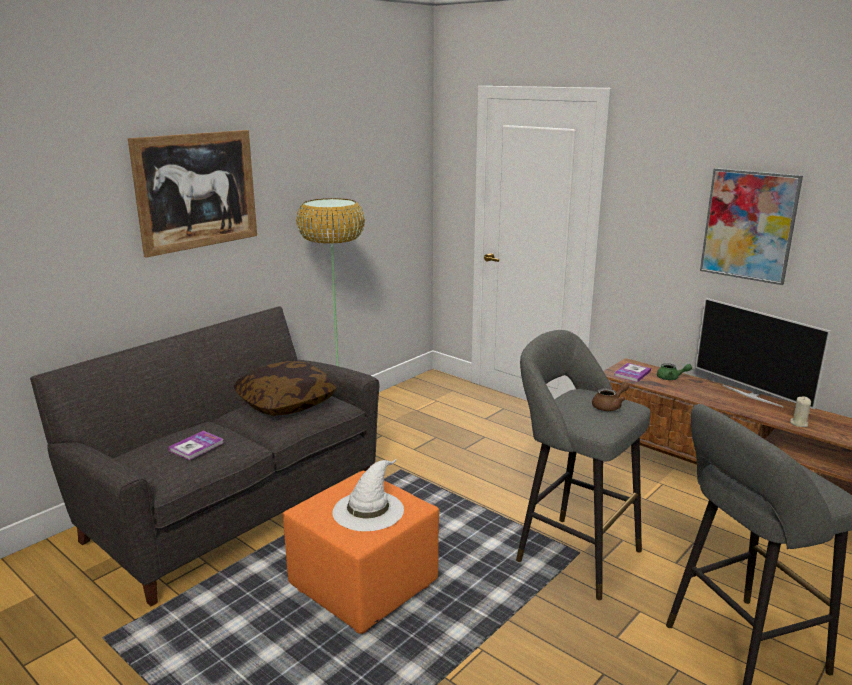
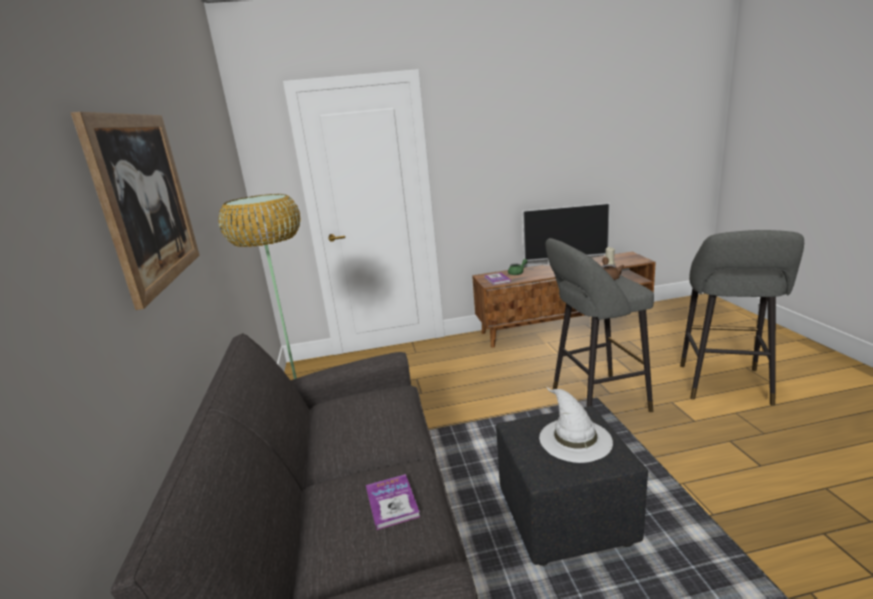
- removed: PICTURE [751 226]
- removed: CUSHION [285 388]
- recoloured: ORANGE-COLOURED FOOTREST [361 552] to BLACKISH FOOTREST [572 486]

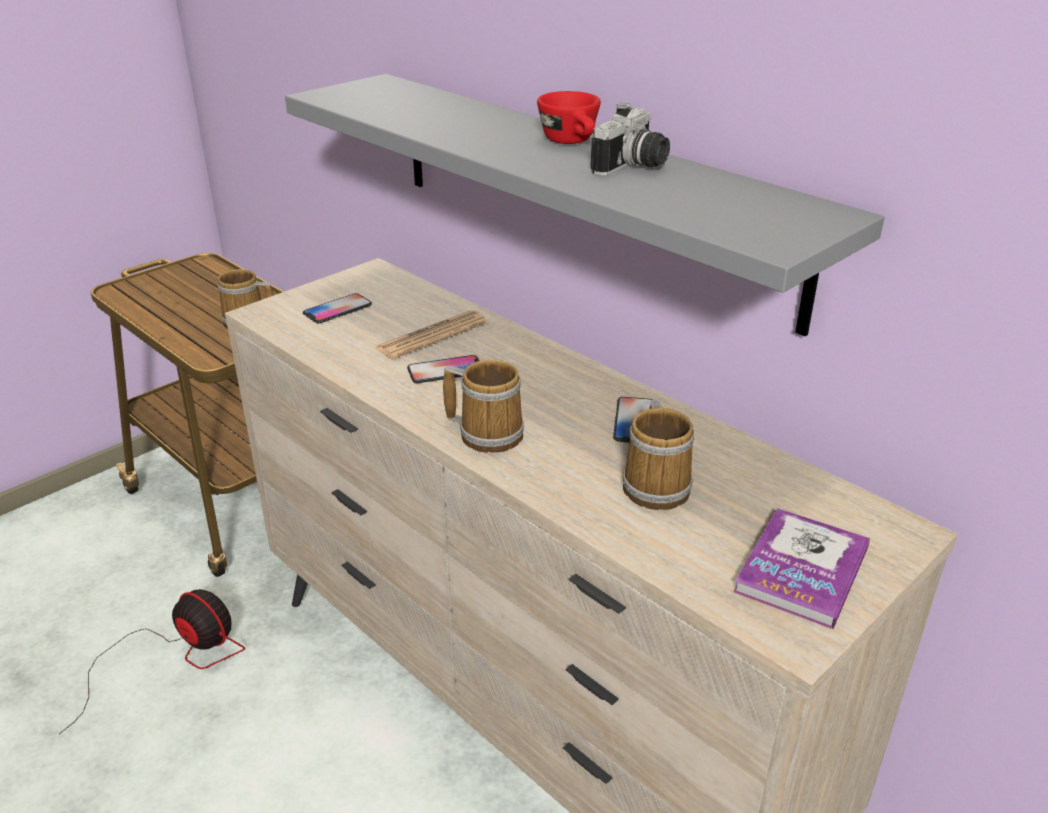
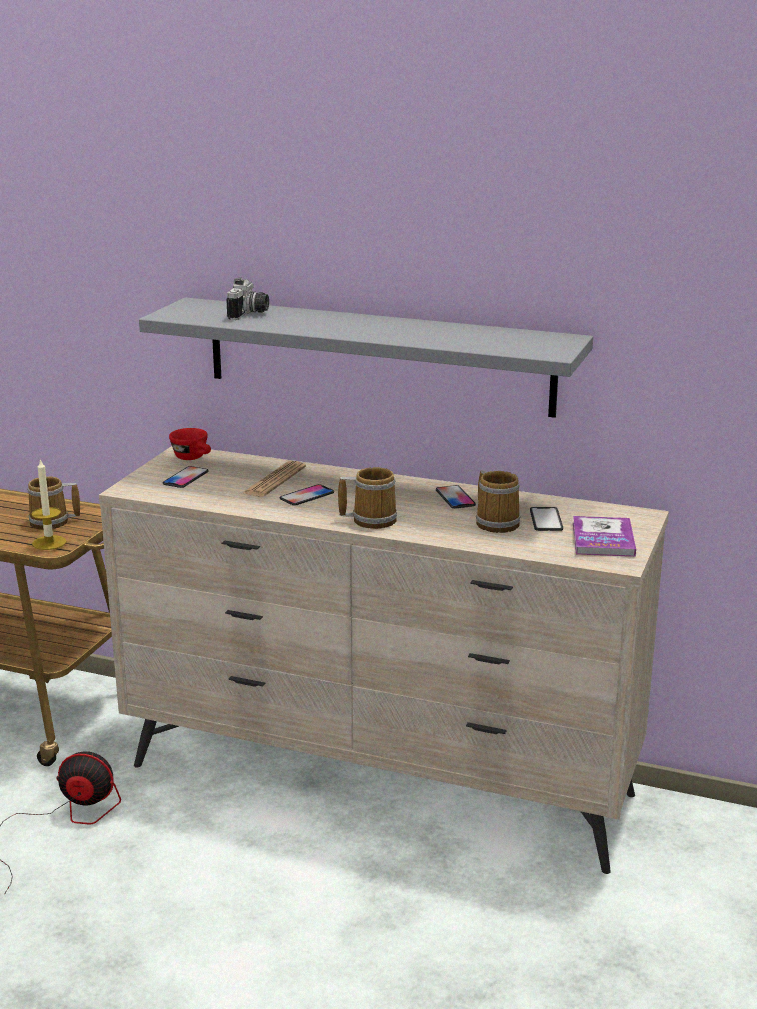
- moved: RED-COLOURED DRINKING CUP [569 117] to [190 444]
- moved: STILL CAMERA [630 139] to [247 299]
- added: WAX CANDLE [49 504]
- added: HANDSET [546 519]

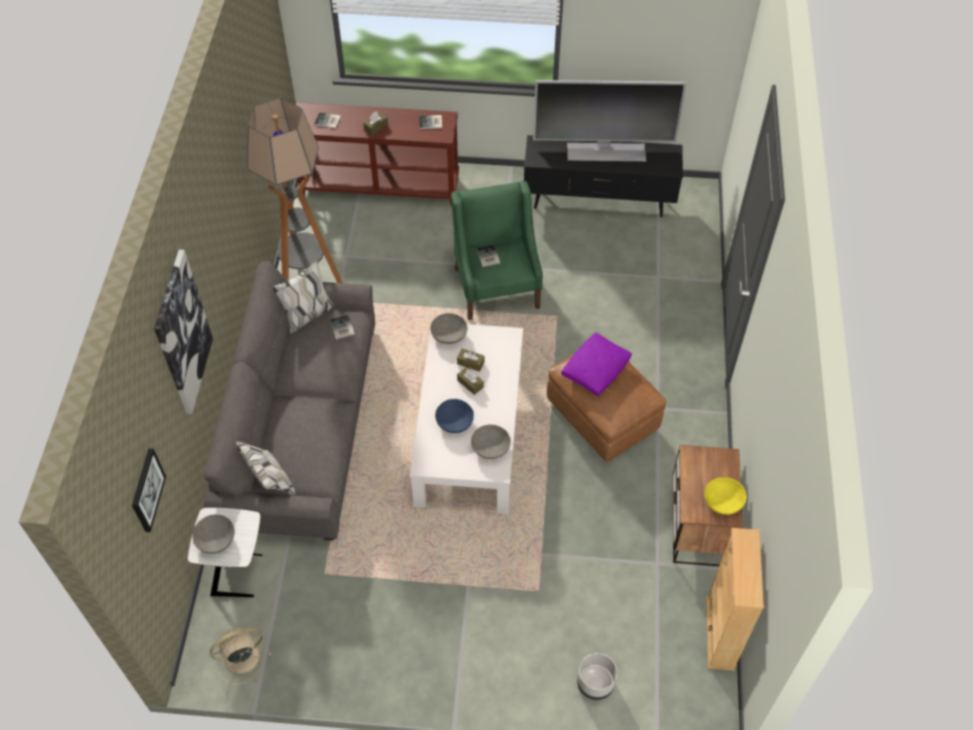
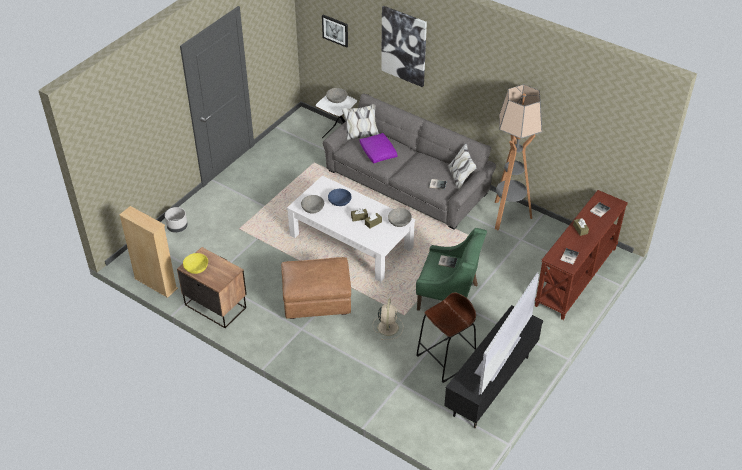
- moved: PURPLE-COLOURED CUSHION [596 364] to [378 148]
- moved: BEIGE ELECTRIC FAN [240 656] to [388 319]
- added: BROWNISH SITTING STOOL [446 337]

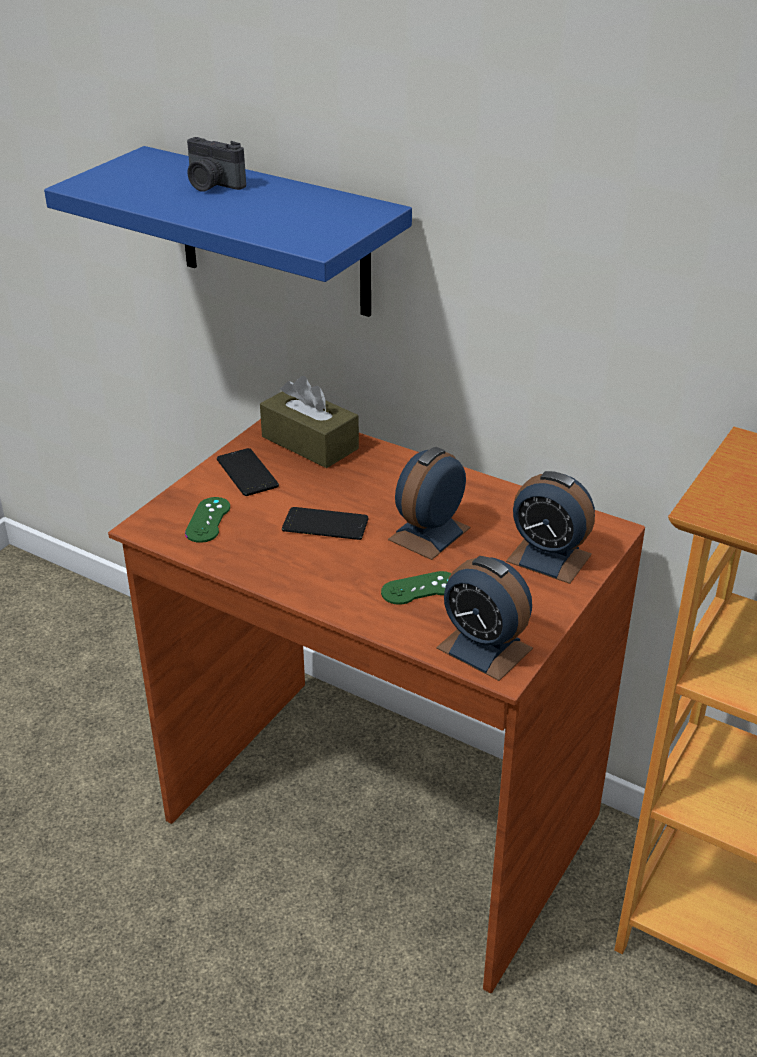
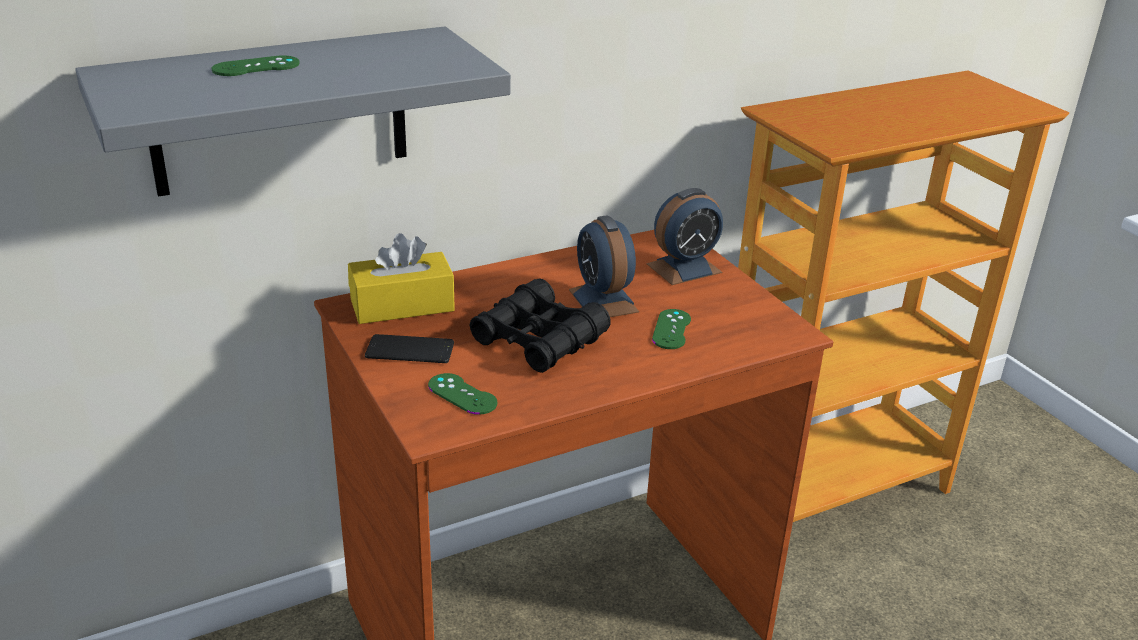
- replaced: STILL CAMERA [216 164] to GREEN JOYPAD [256 65]
- recoloured: BLUE SHELF [228 231] to GREYISH SHELF [293 111]
- recoloured: BROWNISH TISSUE BOX [309 422] to YELLOW TISSUE BOX [401 278]
- replaced: HANDSET [325 523] to BLACKISH PAIR OF BINOCULARS [539 325]
- removed: ALARM CLOCK [484 618]

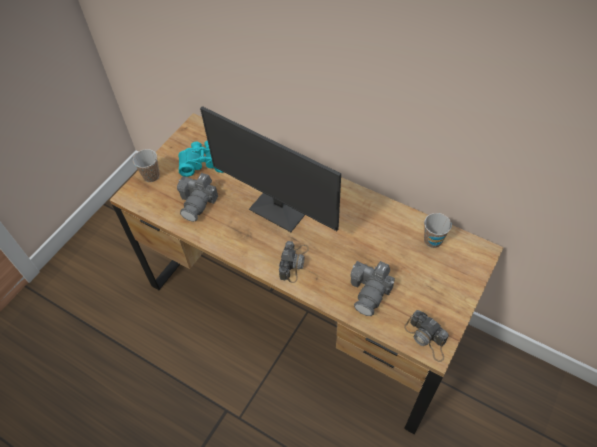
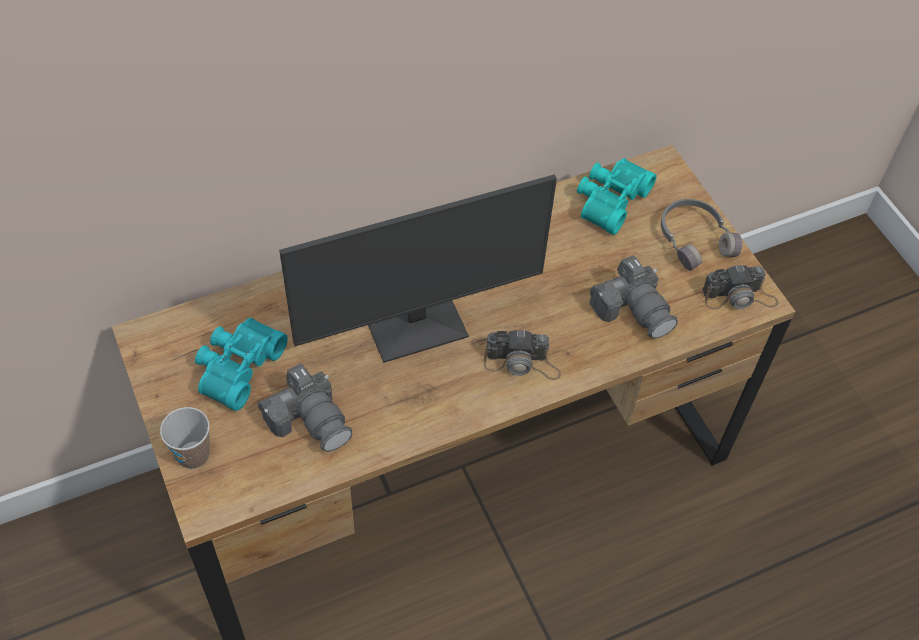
- replaced: DRINKING CUP [438 230] to TURQUOISE PAIR OF BINOCULARS [617 196]
- turned: STILL CAMERA [294 262] = [522 354] 135 degrees clockwise
- added: GREYISH HEADSET [701 235]

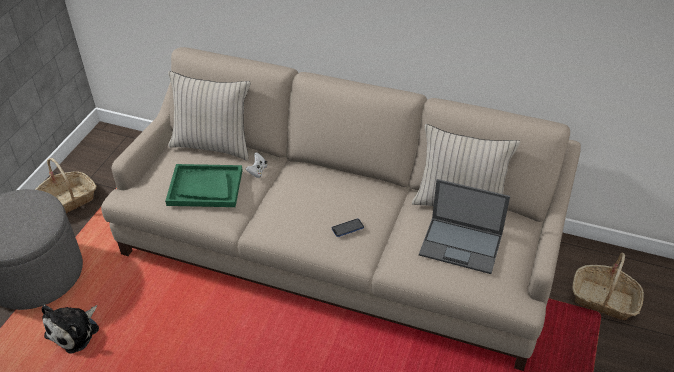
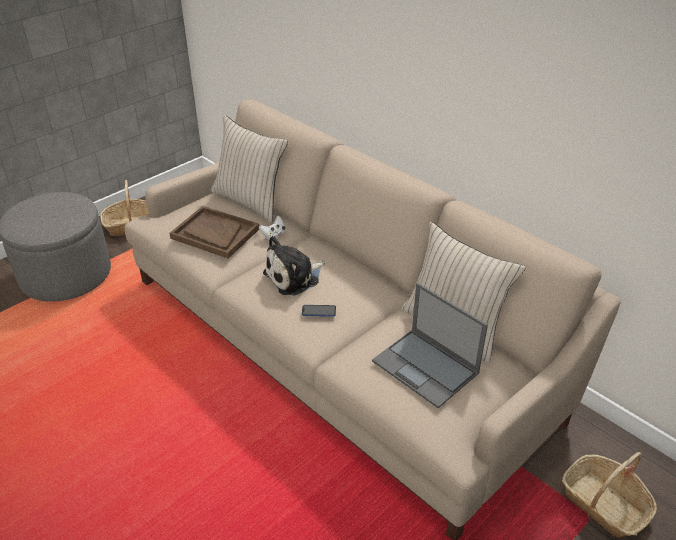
- recoloured: GREEN SERVING TRAY [204 185] to BROWNISH SERVING TRAY [214 232]
- moved: CUDDLY TOY [70 329] to [294 265]

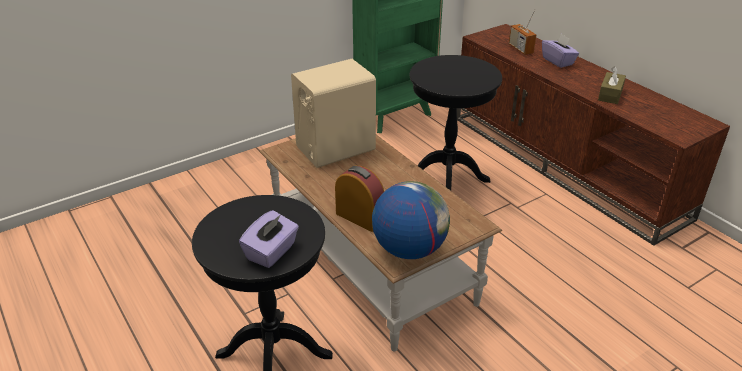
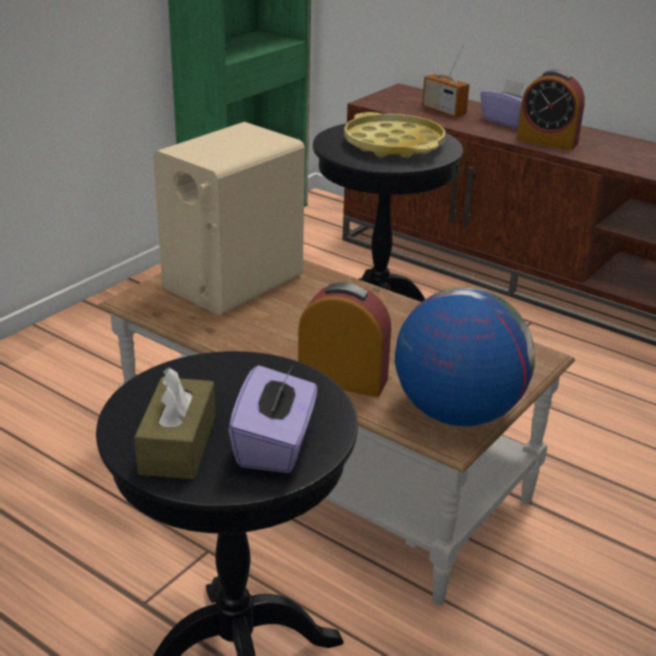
- moved: BROWNISH TISSUE BOX [612 85] to [175 423]
- added: ALARM CLOCK [551 109]
- added: YELLOW SERVING TRAY [394 135]

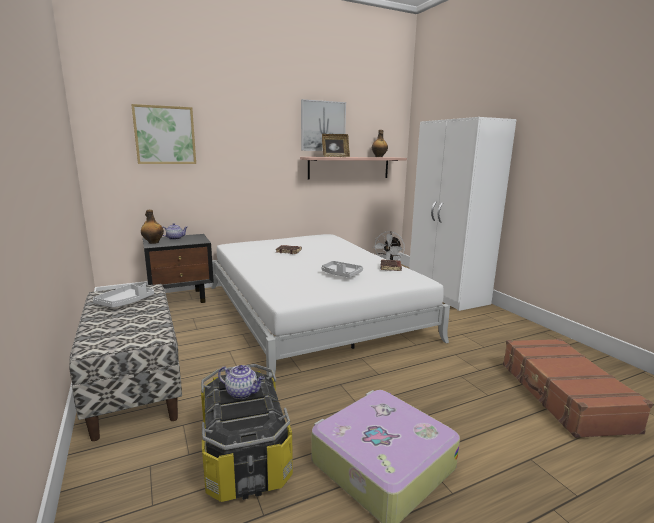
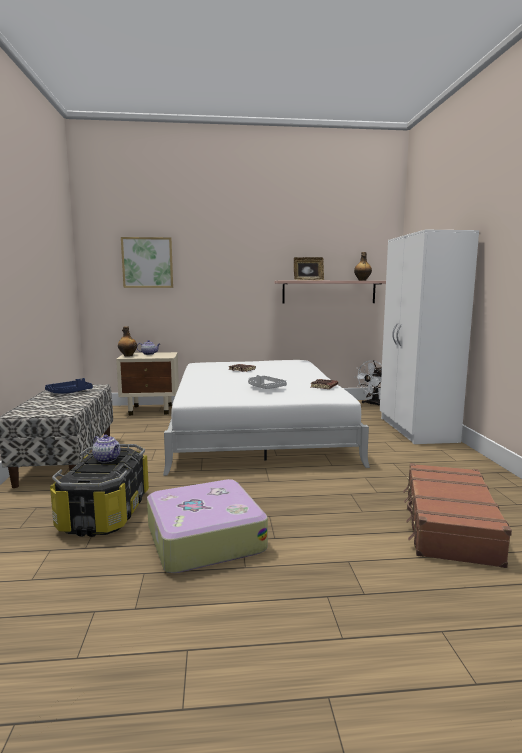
- removed: PICTURE [323 125]
- recoloured: BLACKISH NIGHT TABLE [178 268] to BEIGE NIGHT TABLE [147 383]
- recoloured: GREYISH SERVING TRAY [123 295] to BLUE SERVING TRAY [69 386]

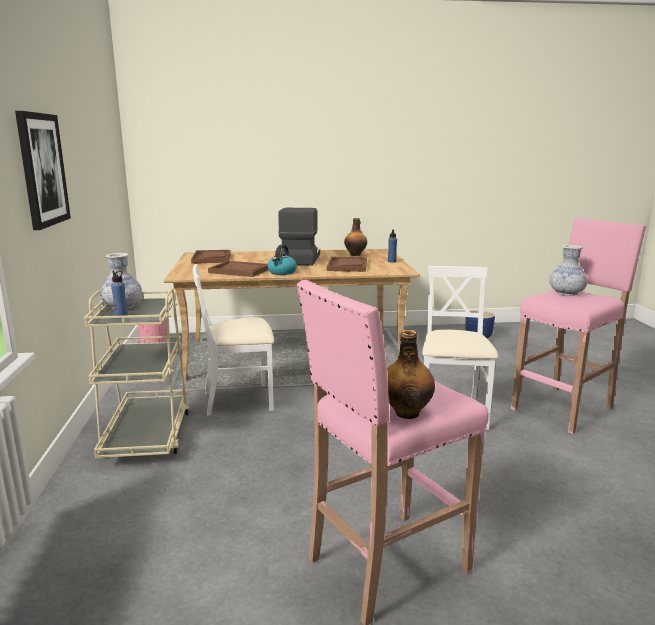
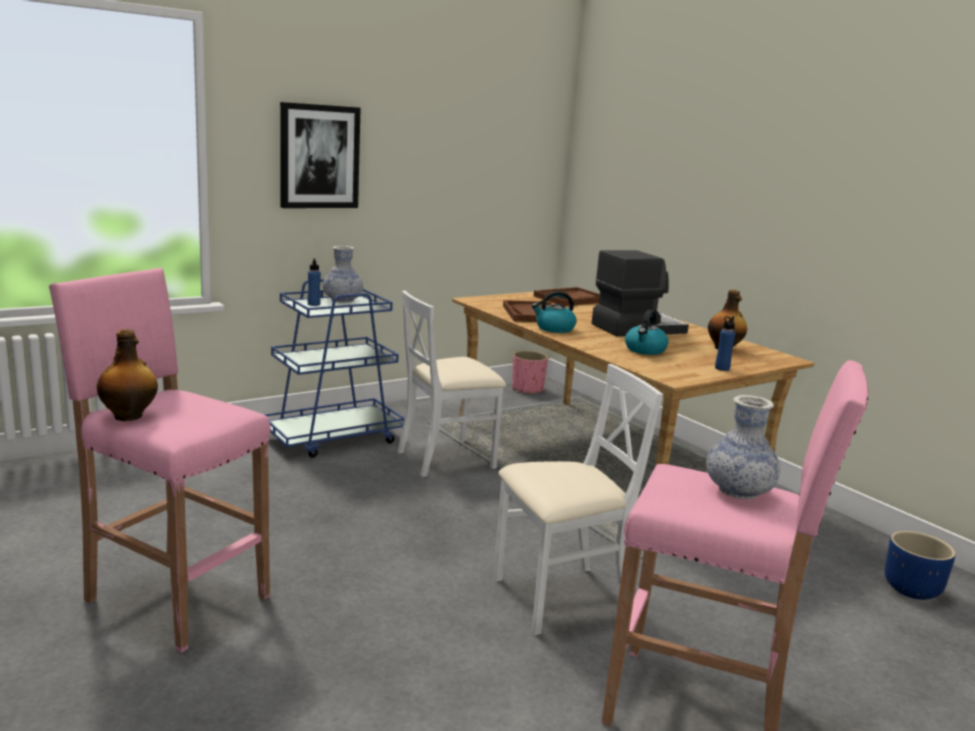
- replaced: BROWNISH SERVING TRAY [347 264] to TEA KETTLE [647 332]
- turned: WHITE CHAIR [233 340] = [452 383] 75 degrees counterclockwise
- recoloured: BEIGE WHEELED CART [137 373] to BLUE WHEELED CART [333 368]

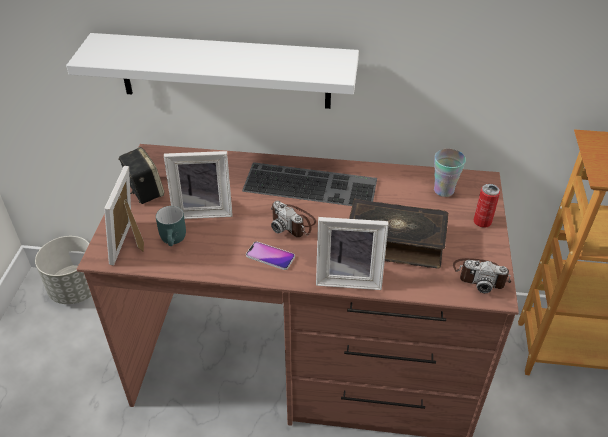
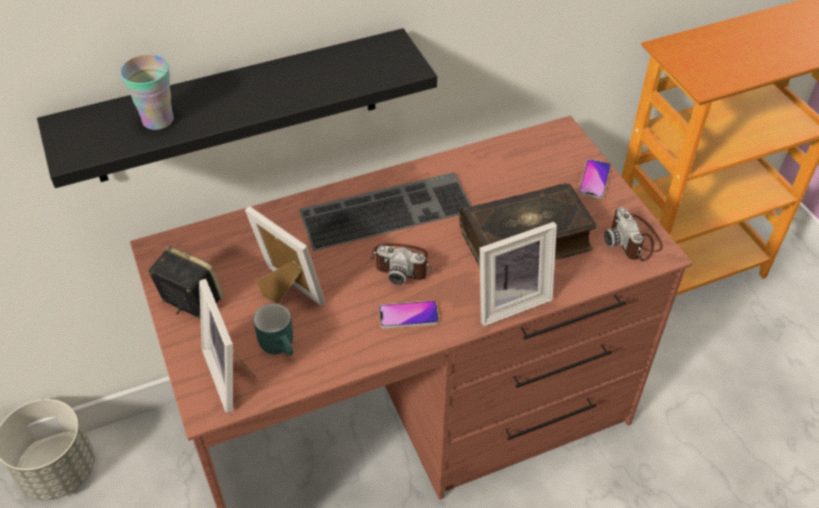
- recoloured: WHITE SHELF [212 71] to BLACKISH SHELF [237 108]
- moved: DRINKING CUP [450 173] to [147 92]
- turned: STANDING FRAME [198 185] = [285 256] 105 degrees counterclockwise
- replaced: SEALED CAN [487 206] to HANDSET [594 179]
- turned: STILL CAMERA [482 275] = [633 234] 90 degrees clockwise

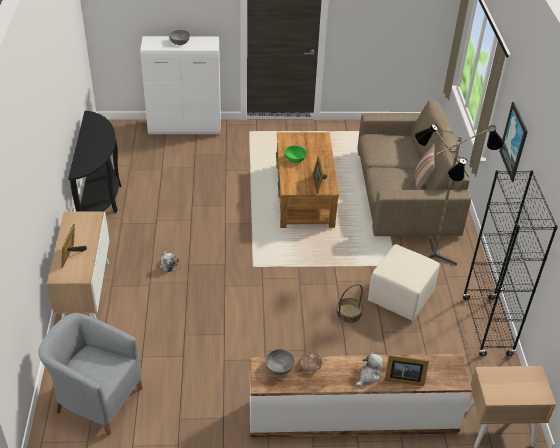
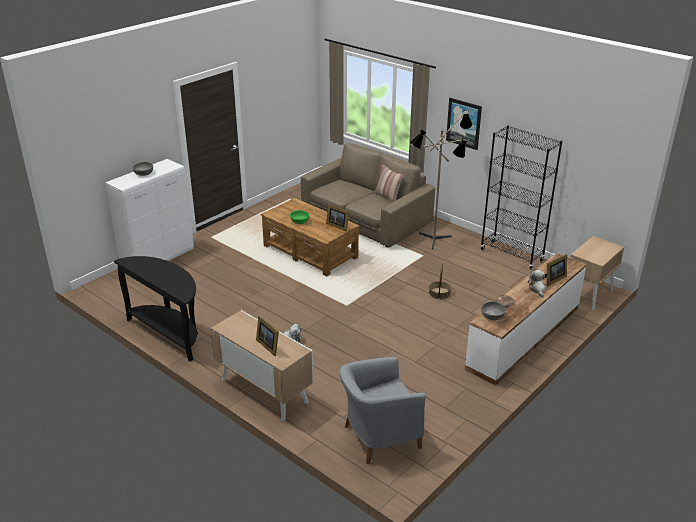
- removed: BEIGE FOOTREST [404 282]

